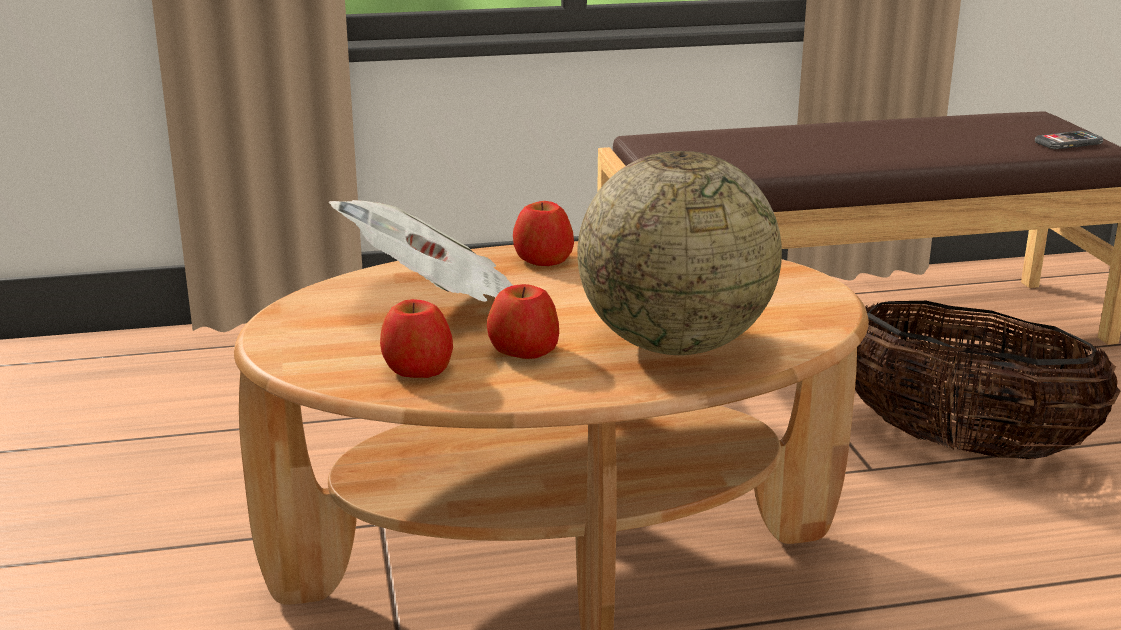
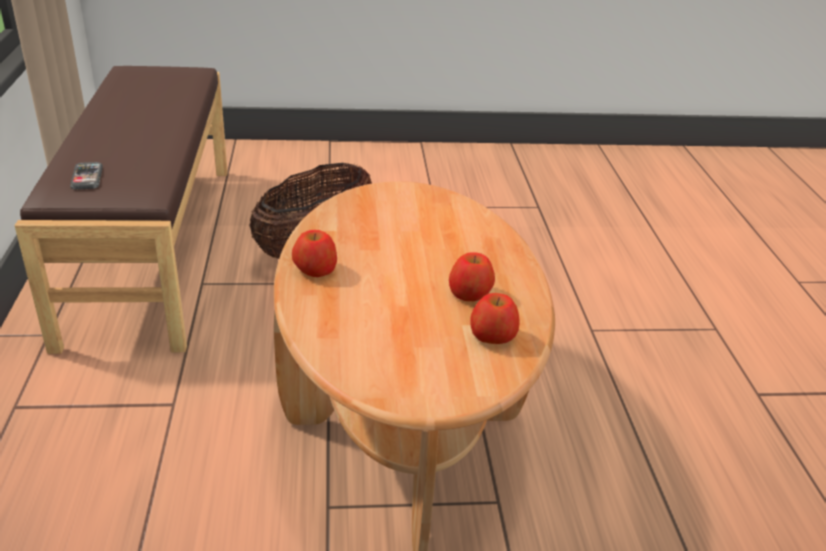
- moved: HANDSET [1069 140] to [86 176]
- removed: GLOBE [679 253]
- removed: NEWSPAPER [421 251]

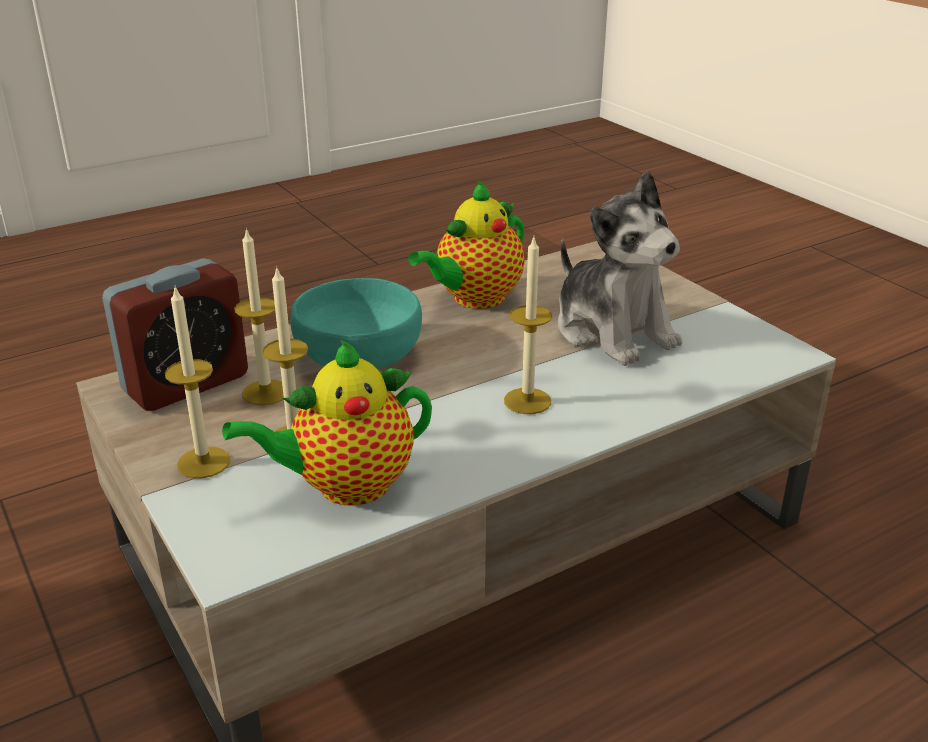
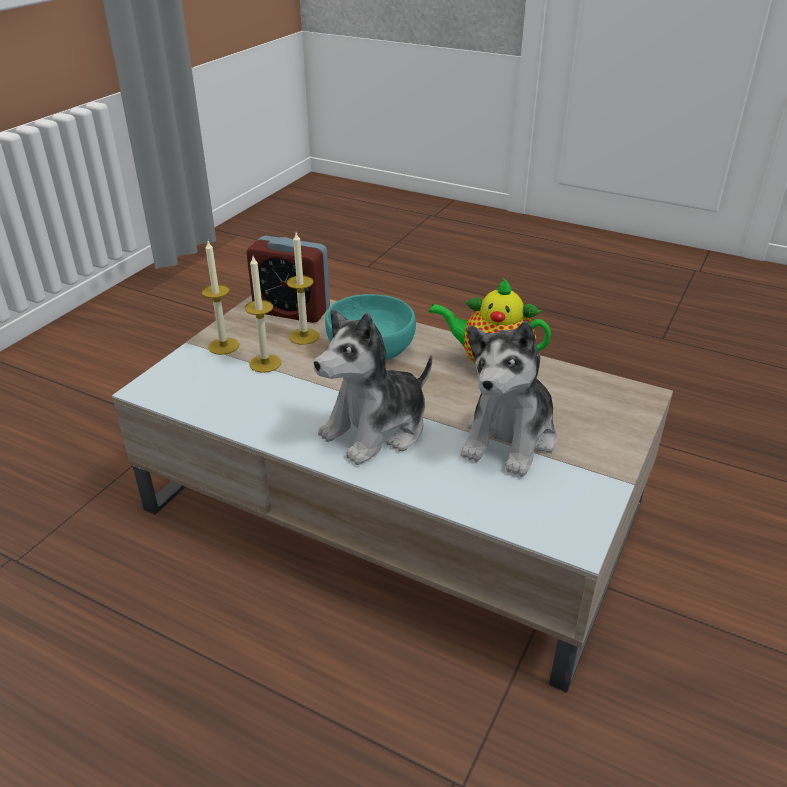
- replaced: WAX CANDLE [528 325] to CUDDLY TOY [373 387]
- removed: TEA POT [327 423]

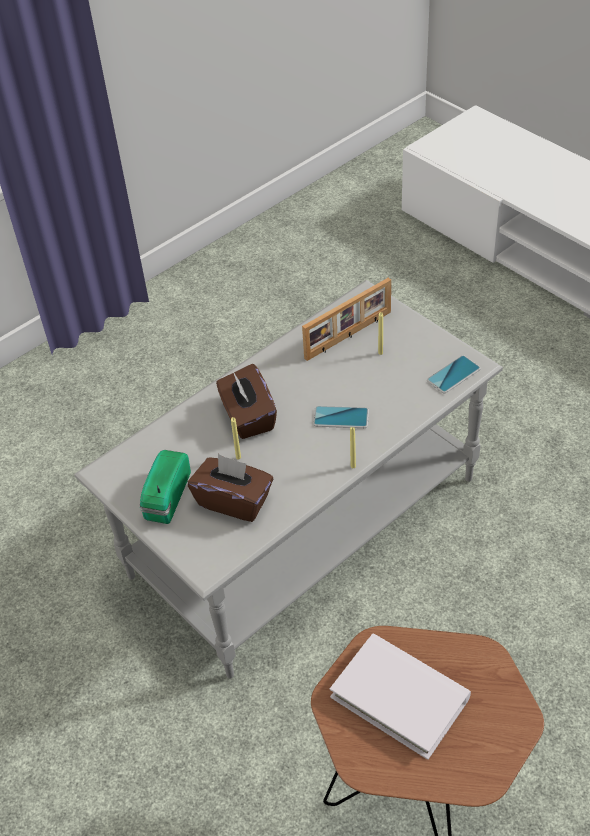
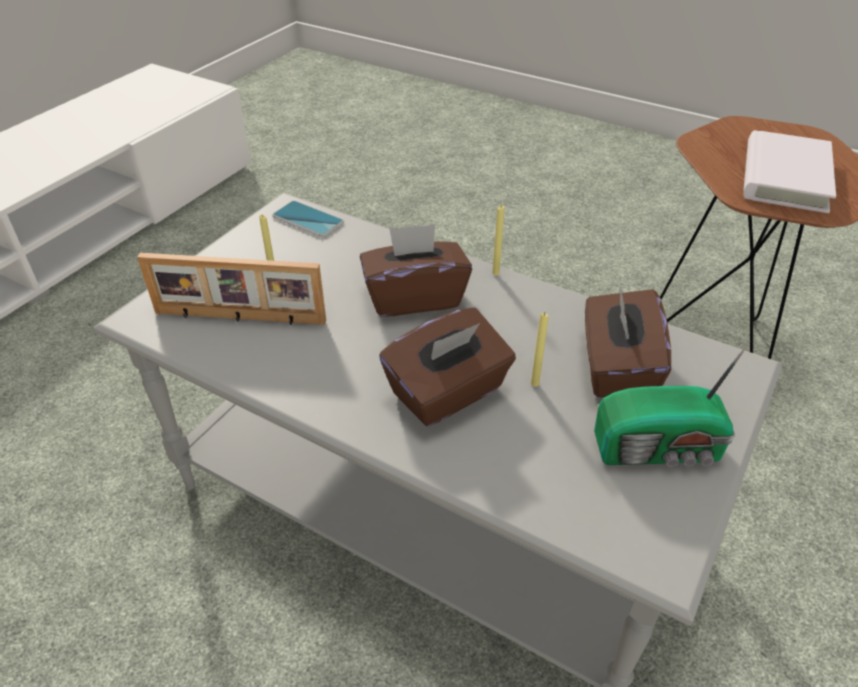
- turned: STANDING FRAME [346 319] = [231 289] 150 degrees clockwise
- replaced: HANDSET [341 417] to BROWNISH TISSUE BOX [416 270]

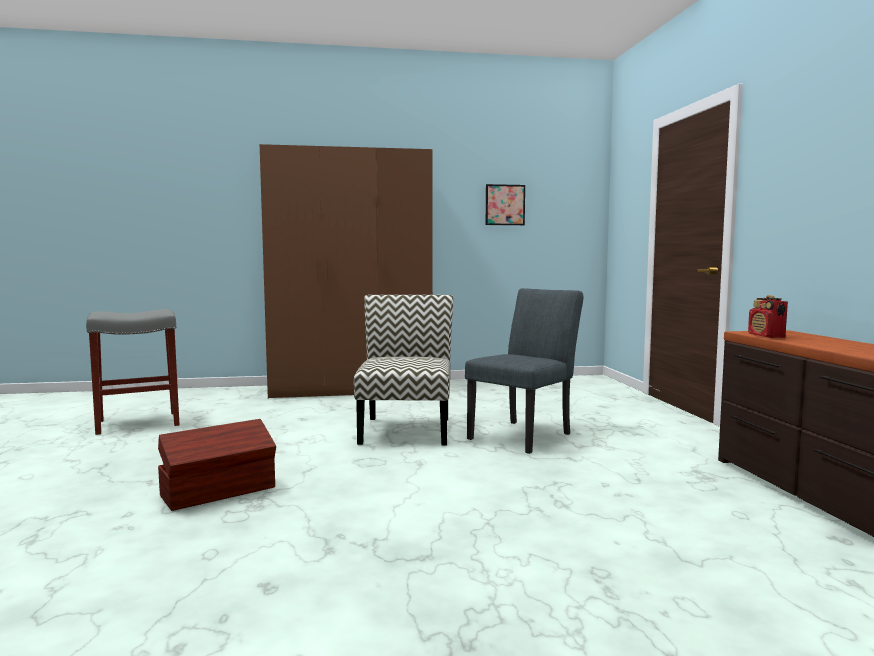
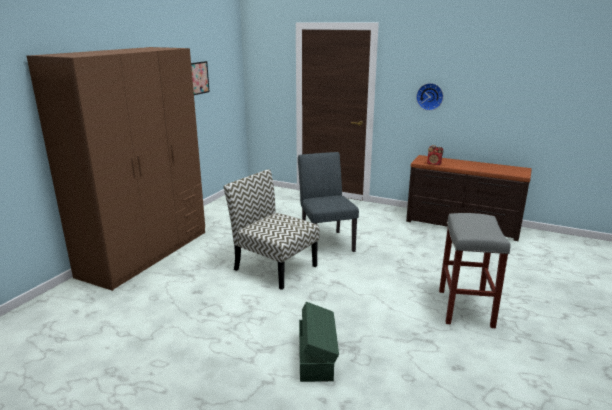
- moved: GREYISH SITTING STOOL [133 372] to [474 270]
- recoloured: BROWNISH STORAGE BIN [217 465] to GREEN STORAGE BIN [319 342]
- added: CLOCK ON THE WALL [430 97]

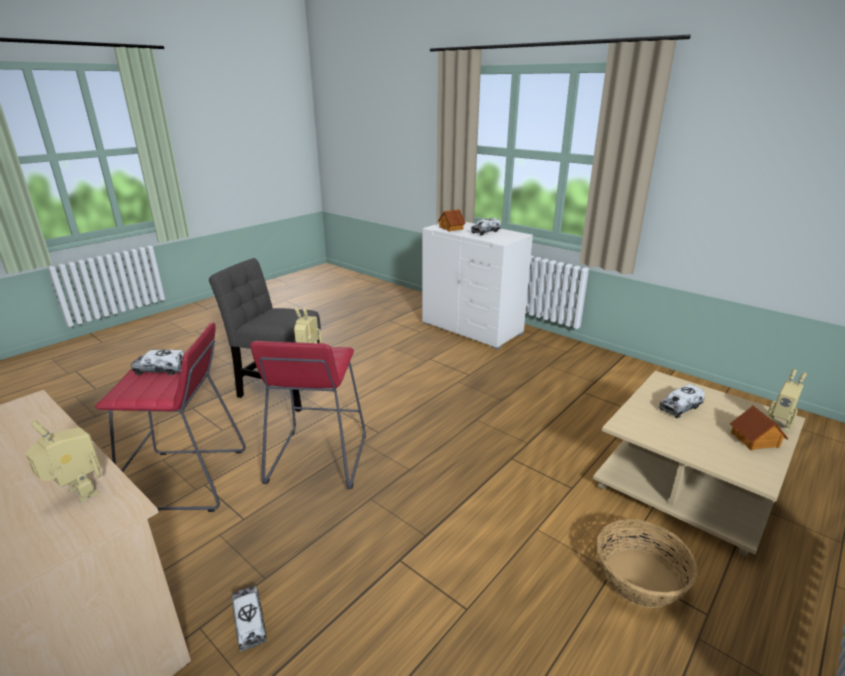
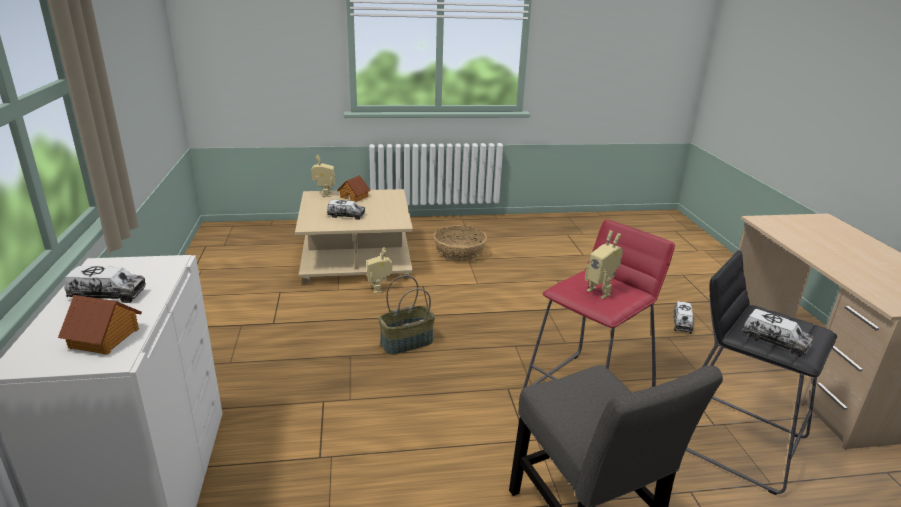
- recoloured: RED-COLOURED SITTING STOOL [170 417] to BLACKISH SITTING STOOL [761 372]
- moved: TOY ROBOT [63 461] to [379 270]
- added: STORAGE BASKET [406 315]

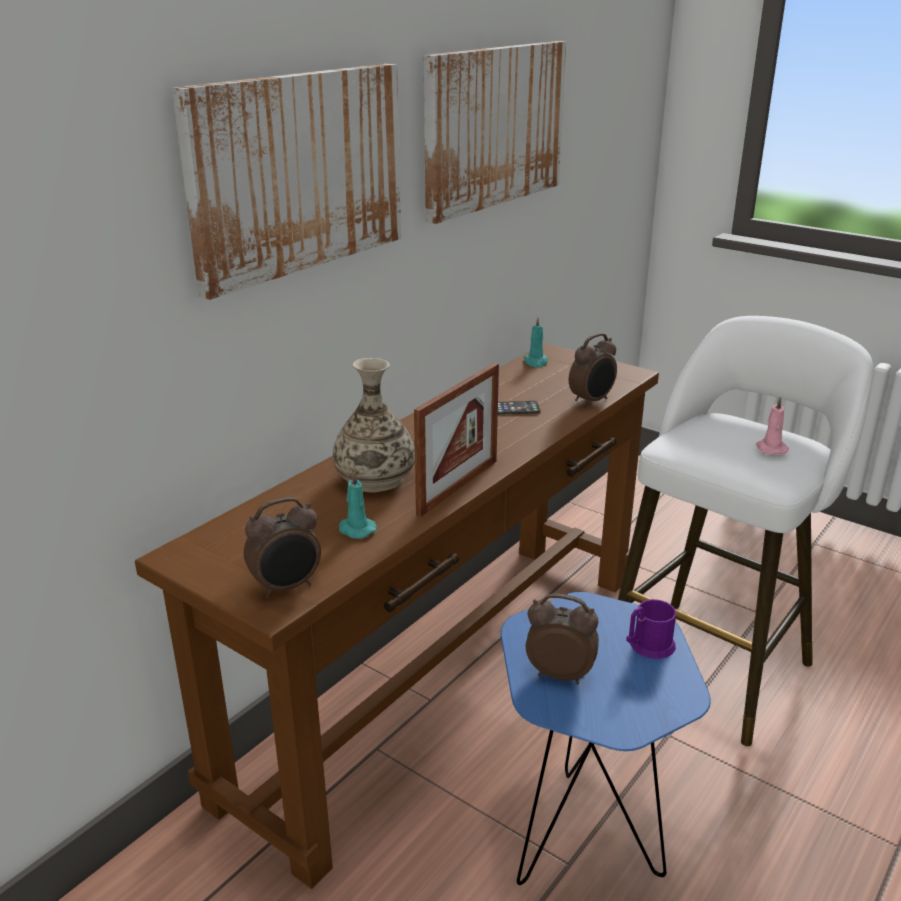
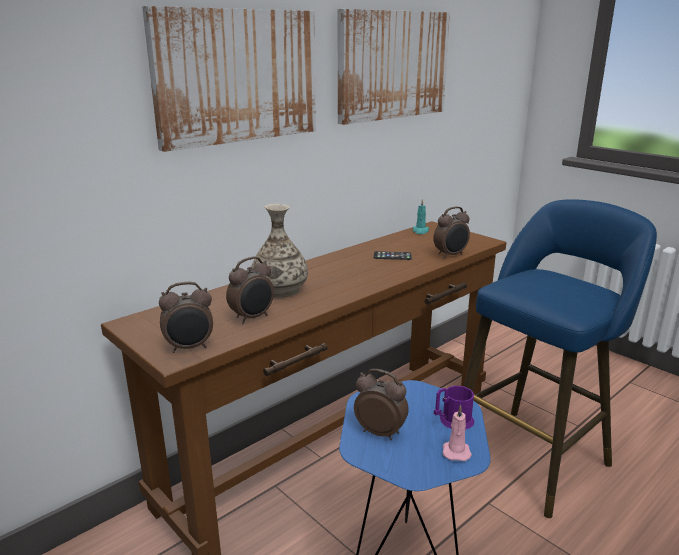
- recoloured: WHITE SITTING STOOL [745 531] to BLUE SITTING STOOL [560 358]
- removed: STANDING FRAME [456 440]
- moved: PINKISH WAX CANDLE [772 425] to [457 433]
- replaced: TURQUOISE WAX CANDLE [358 505] to ALARM CLOCK [250 290]

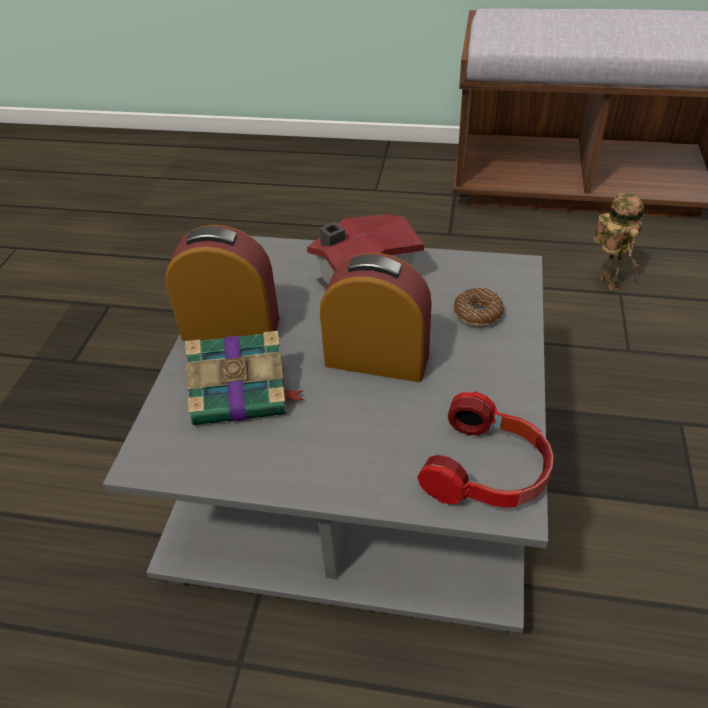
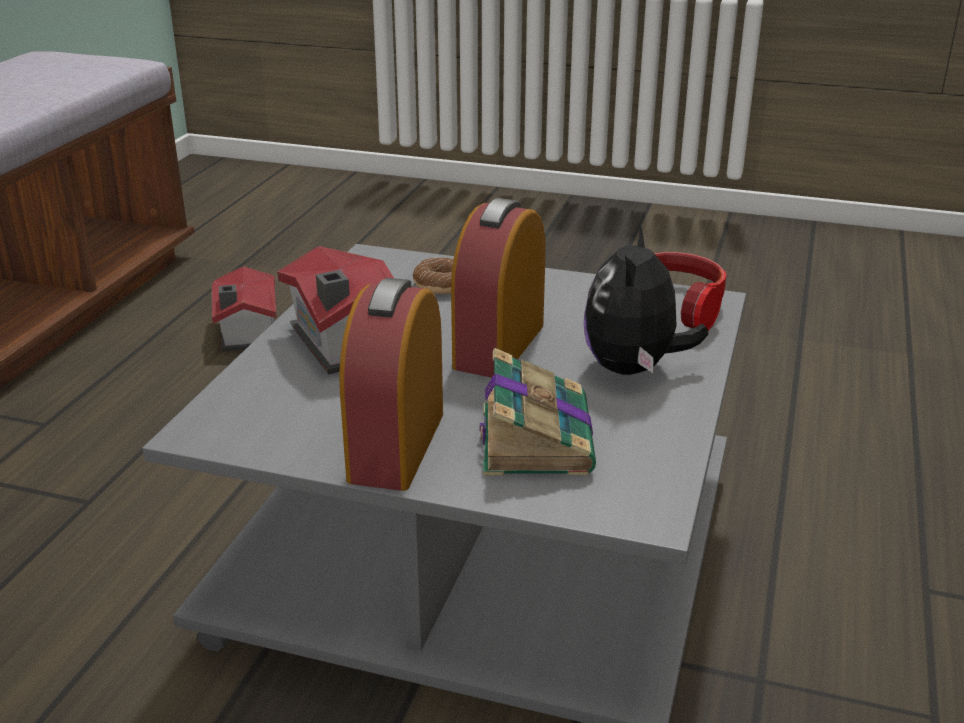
- replaced: TOY ROBOT [619 242] to TOY HOUSE [244 308]
- added: CUDDLY TOY [645 299]

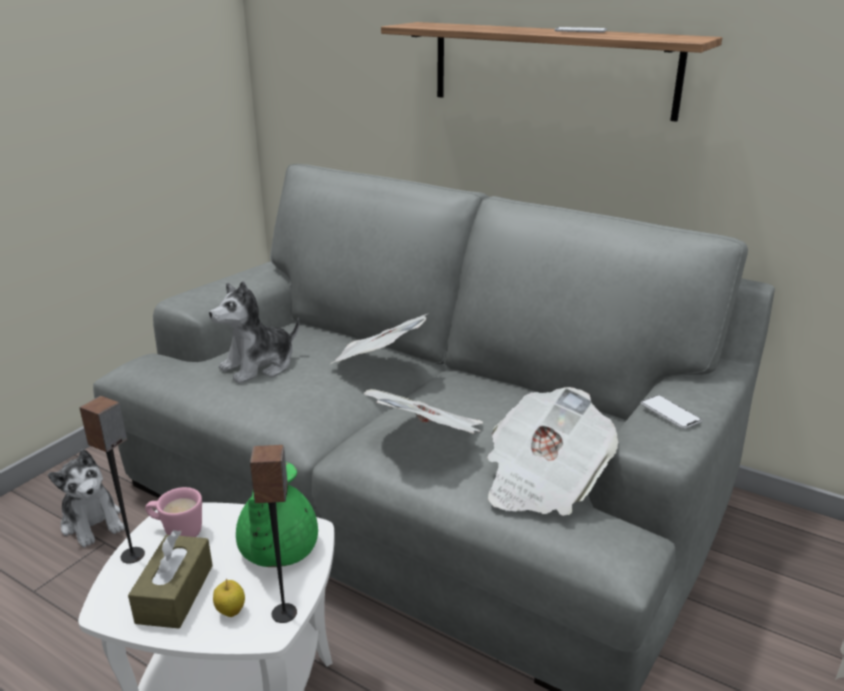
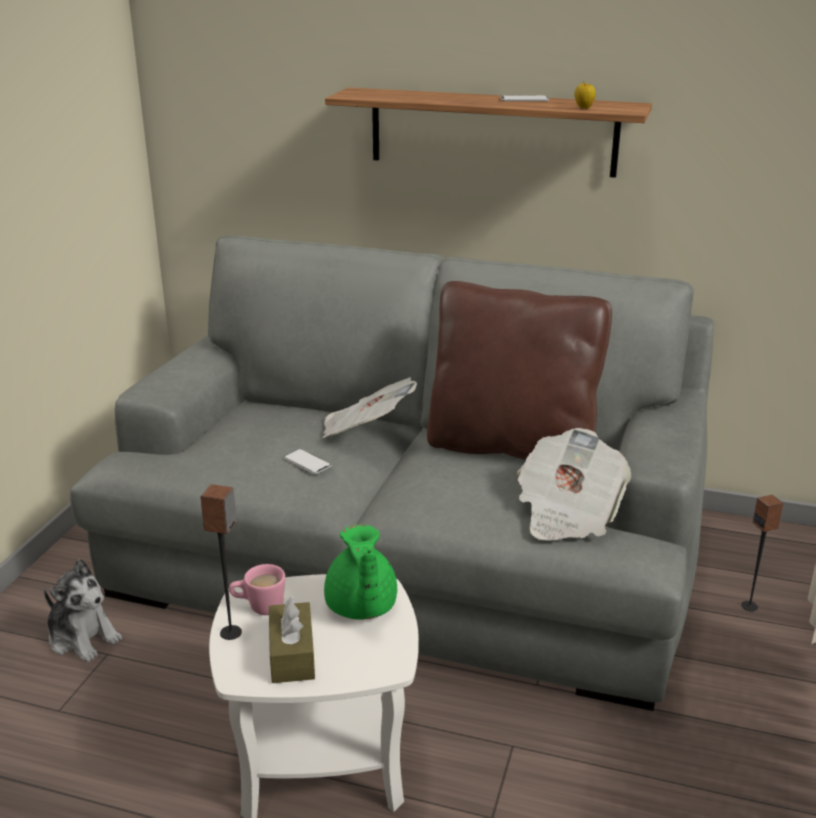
- removed: CUDDLY TOY [254 332]
- removed: NEWSPAPER [423 411]
- moved: HANDSET [671 412] to [307 461]
- moved: AUDIO SPEAKER [273 534] to [762 553]
- moved: APPLE FRUIT [229 598] to [585 95]
- added: BROWNISH CUSHION [519 370]

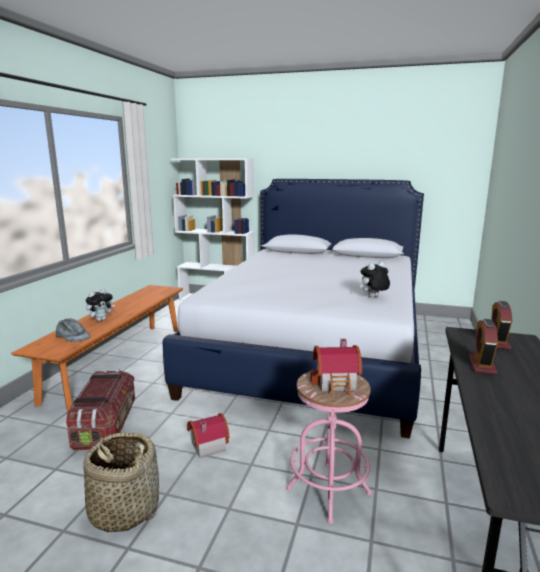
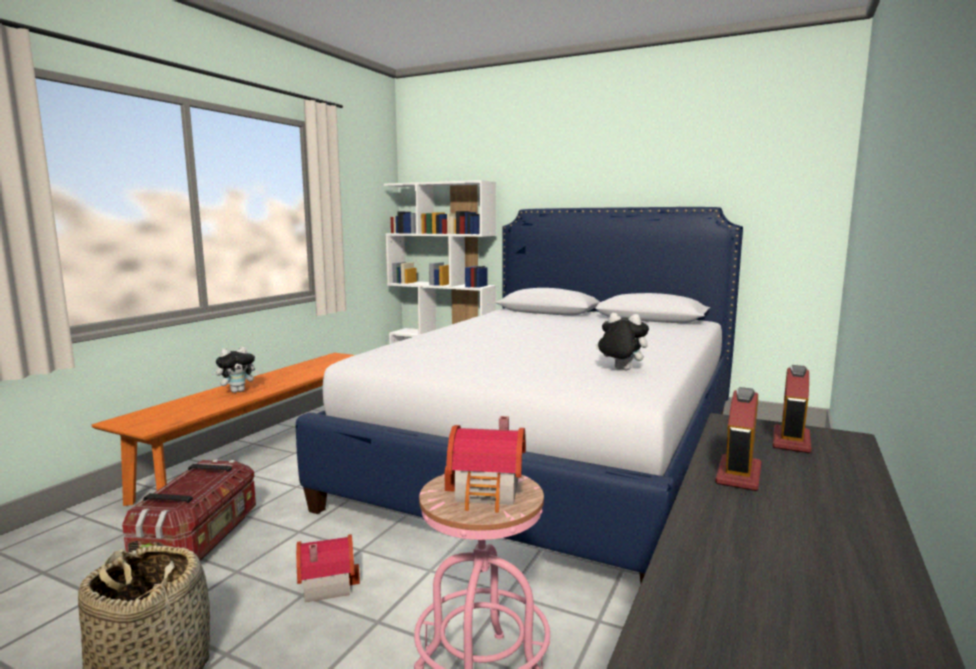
- turned: CUDDLY TOY [375 279] = [622 341] 45 degrees clockwise
- removed: GREYISH BASEBALL CAP [73 330]

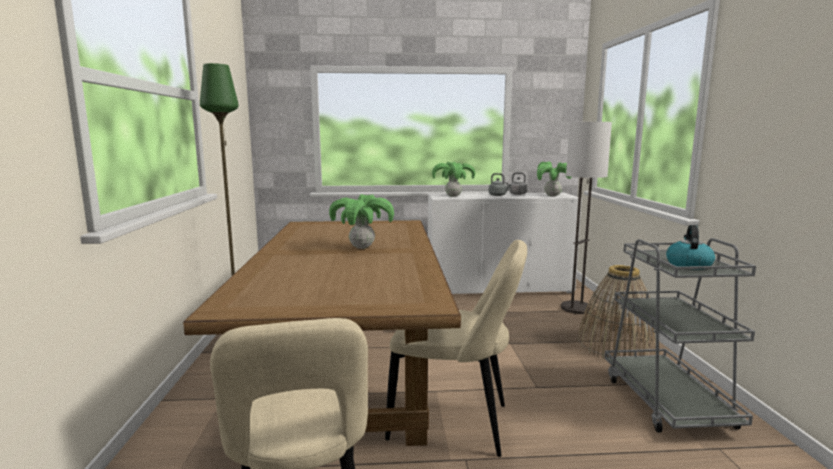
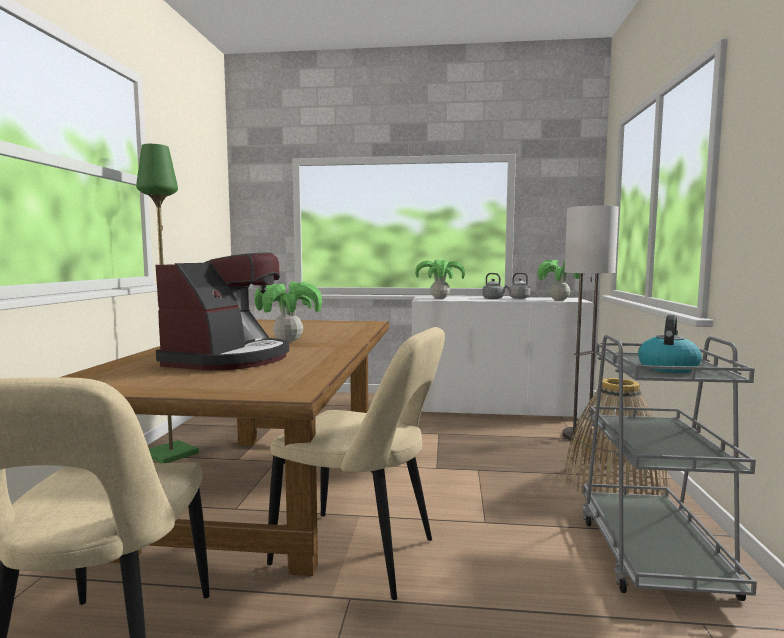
- added: COFFEE BREWER [222 311]

